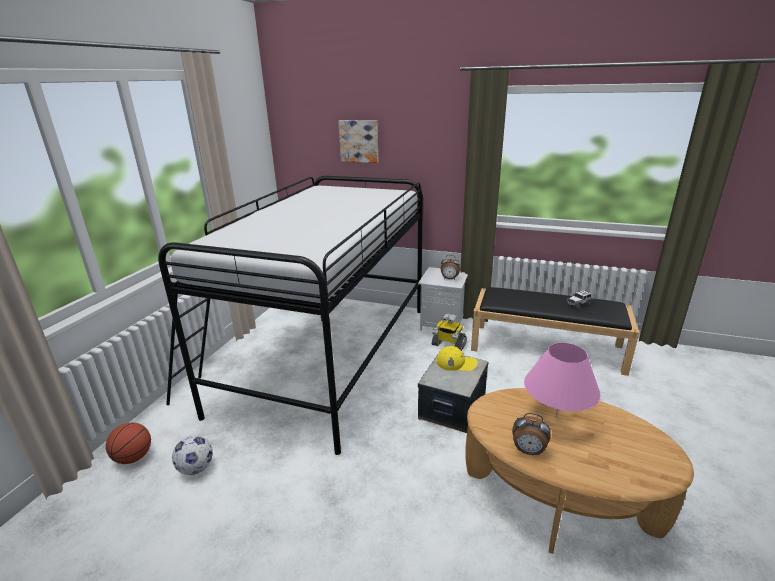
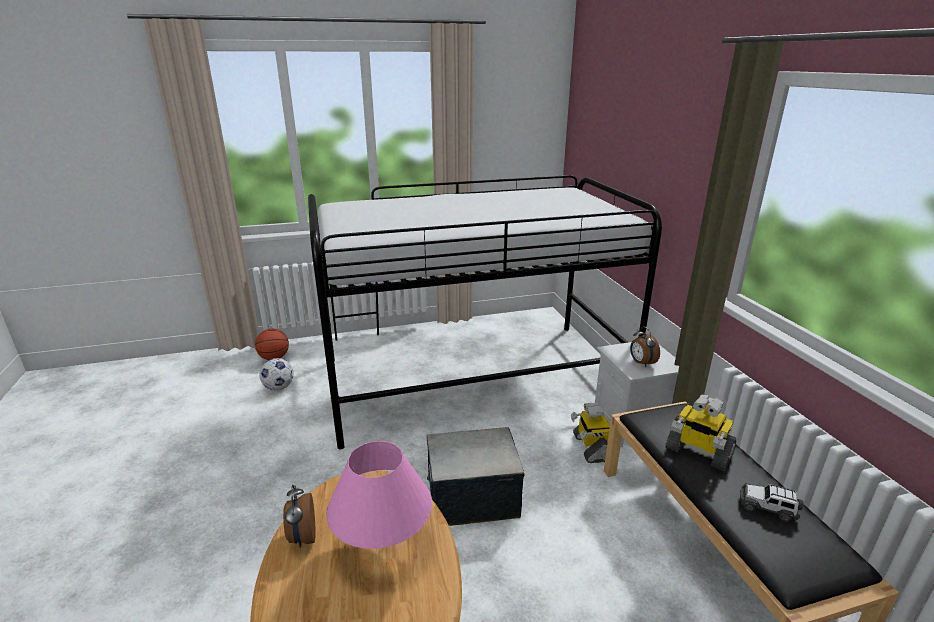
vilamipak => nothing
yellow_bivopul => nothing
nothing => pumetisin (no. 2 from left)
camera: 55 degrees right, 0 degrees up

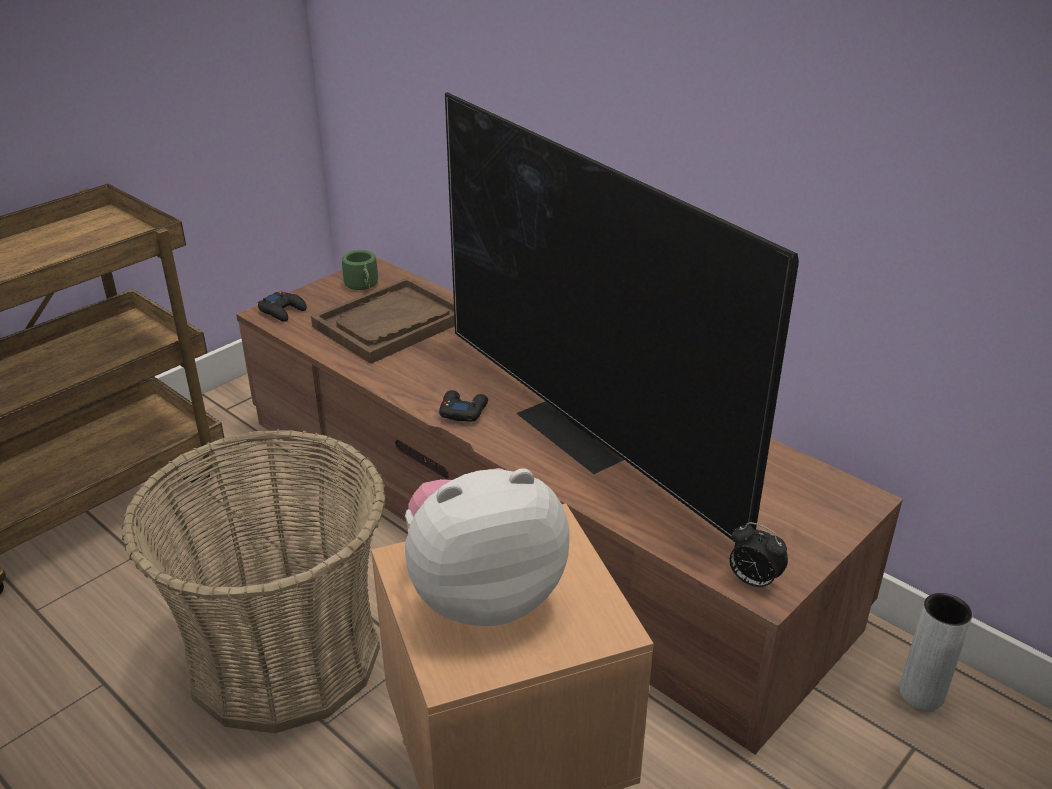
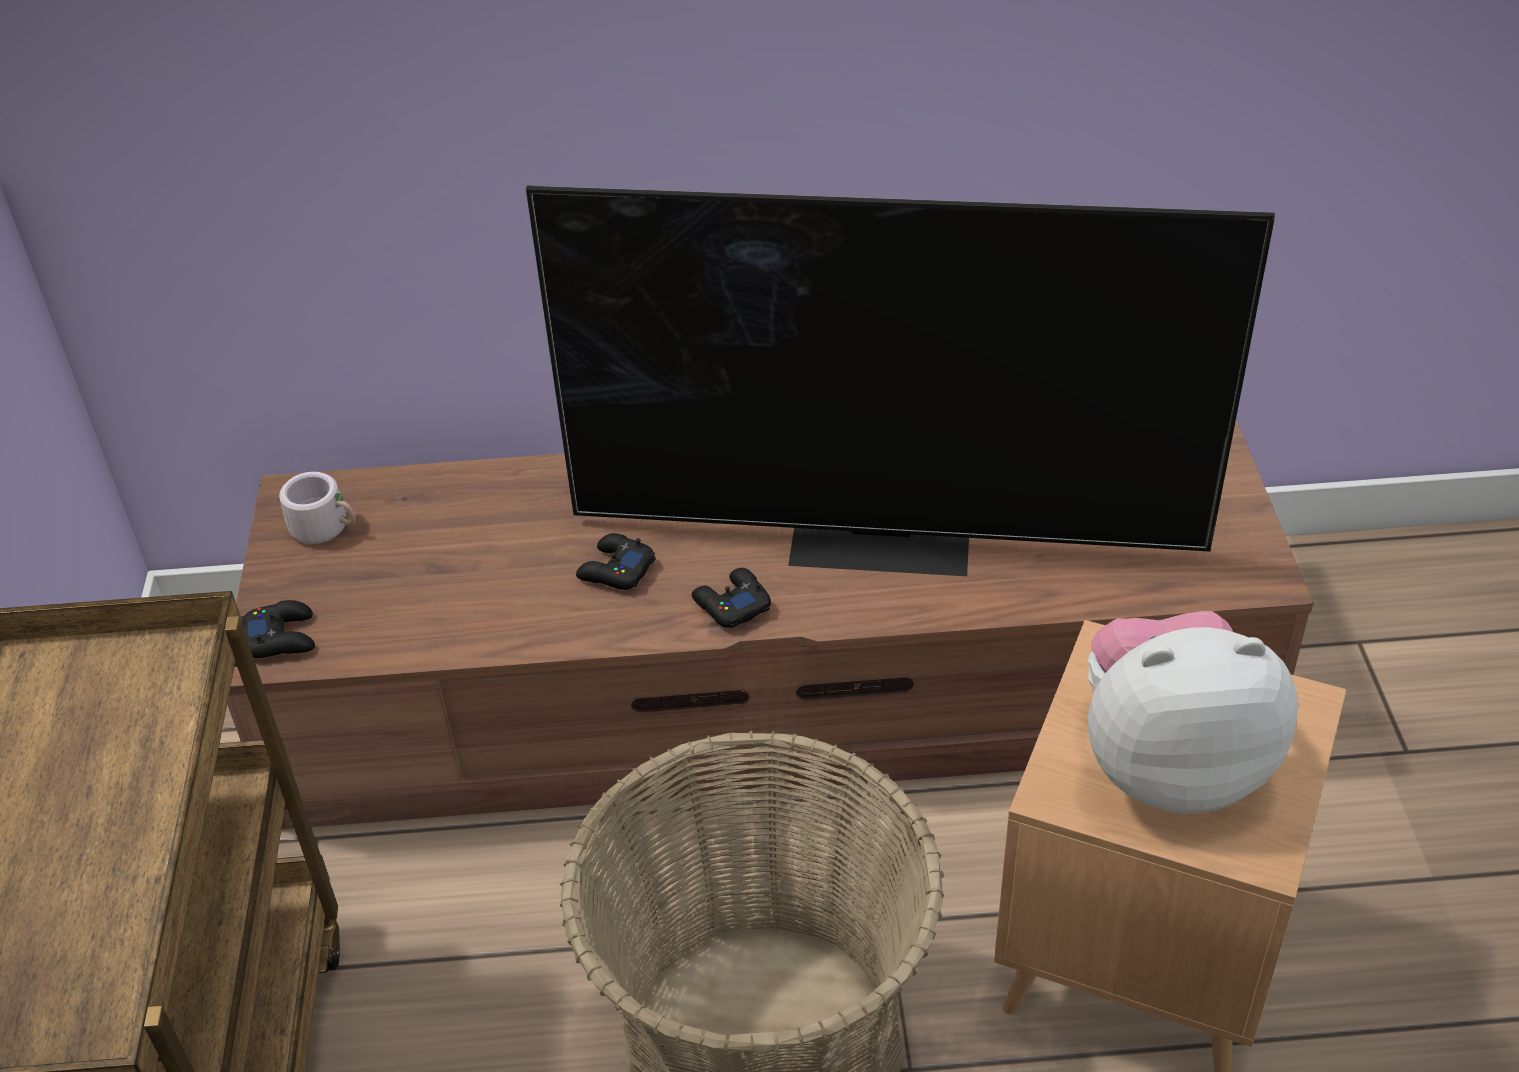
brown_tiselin => nothing
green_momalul => grey_momalul
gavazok, 60 degrees clockwise
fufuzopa => nothing
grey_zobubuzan => nothing
nothing => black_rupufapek (no. 2 from left)
camera: 45 degrees left, 10 degrees up

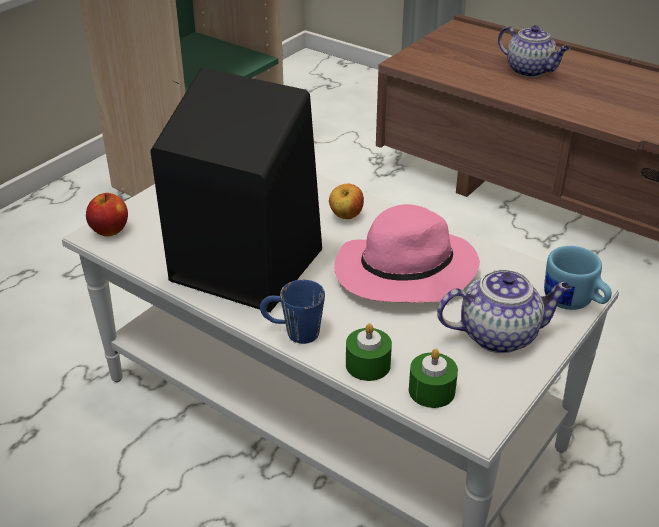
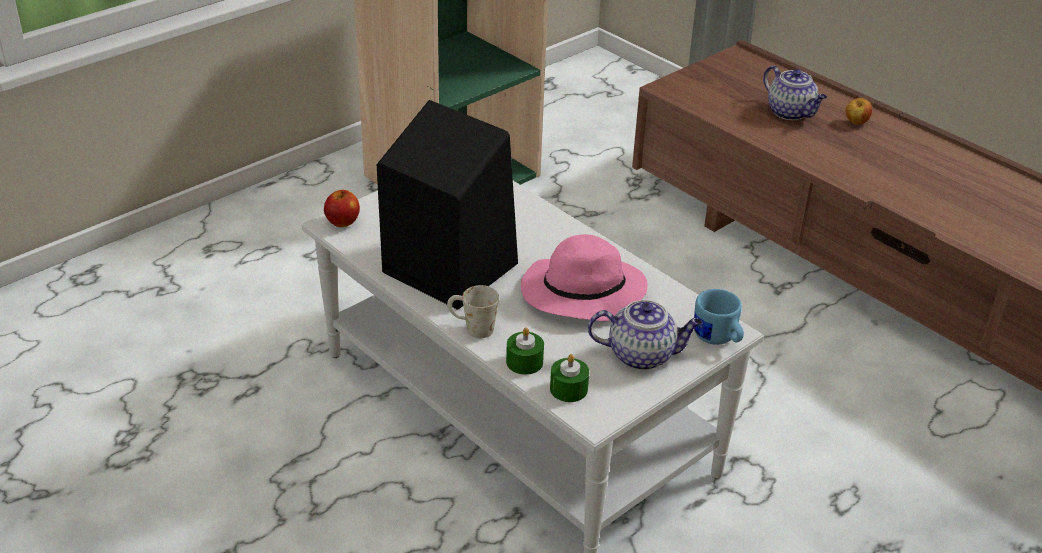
blue_momalul (no. 1 from left) => white_momalul
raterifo (no. 2 from left), relocated
camera: 10 degrees right, 0 degrees up

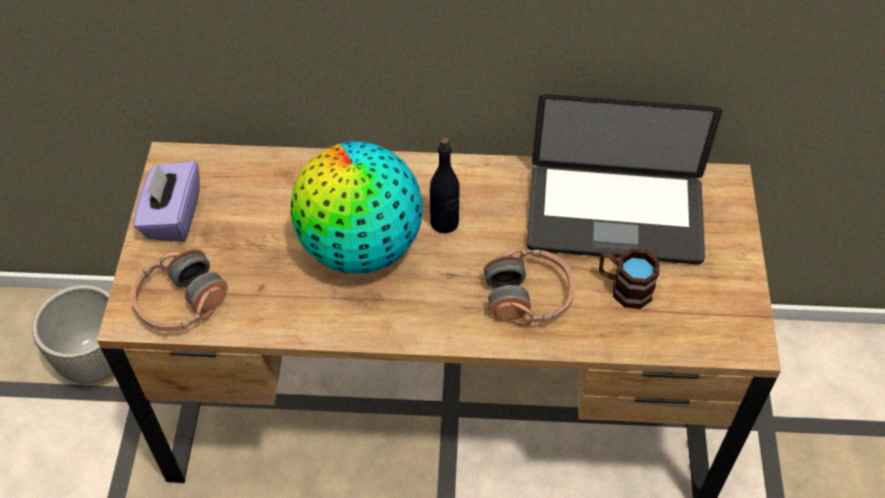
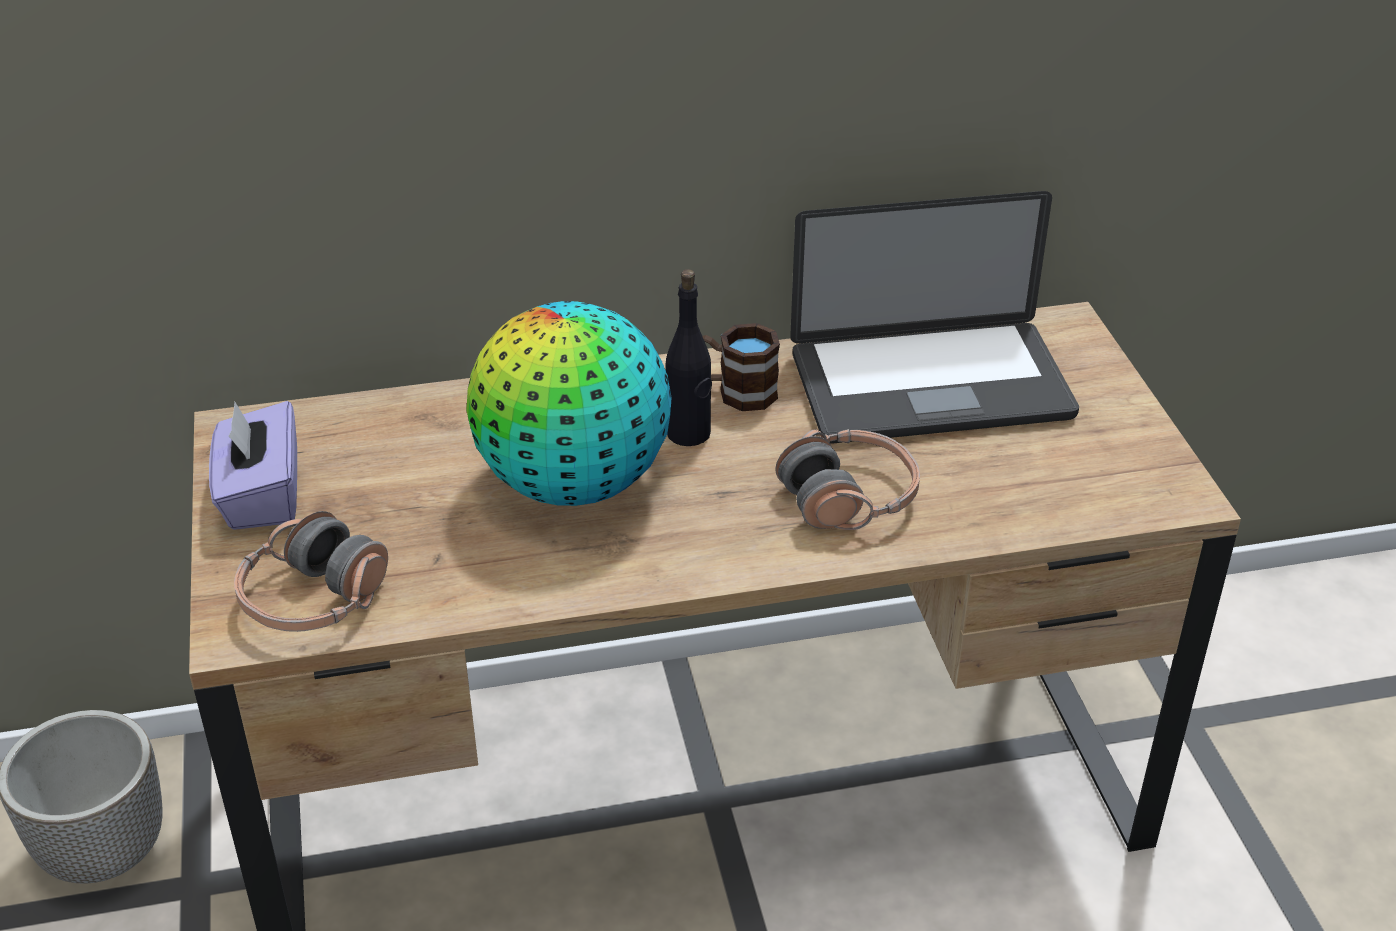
brown_momalul, relocated
camera: 15 degrees left, 15 degrees down

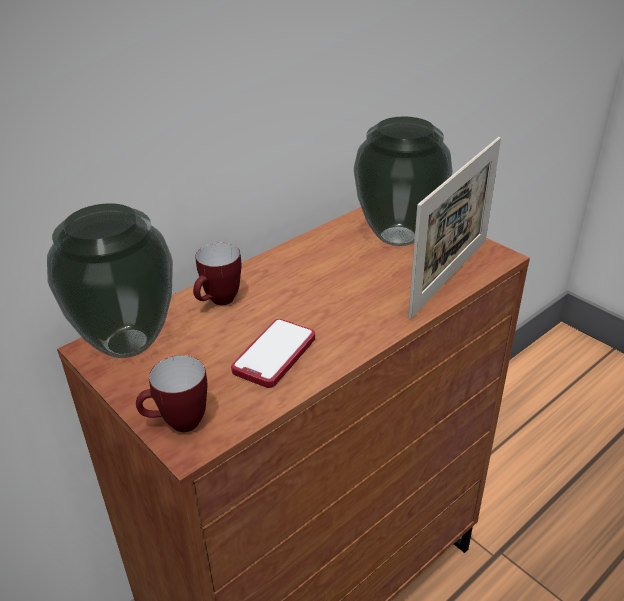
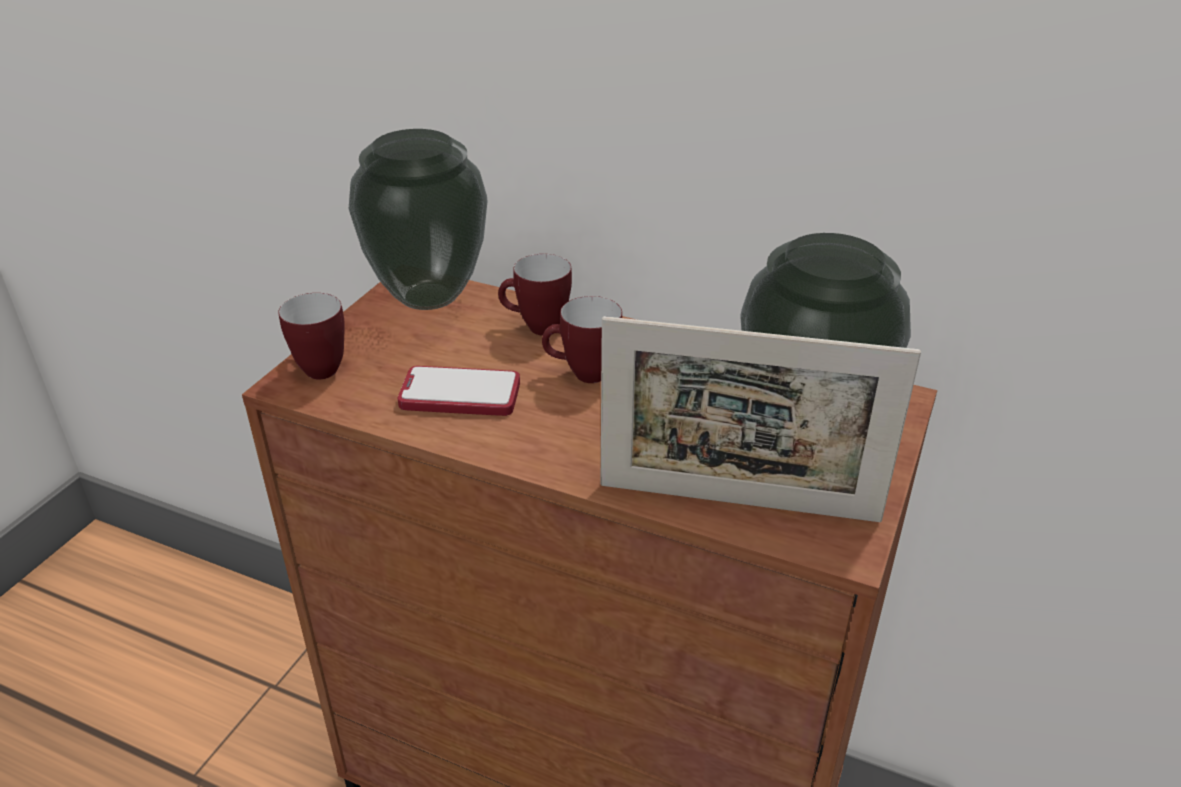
nothing => momalul (no. 3 from left)
camera: 65 degrees right, 0 degrees up

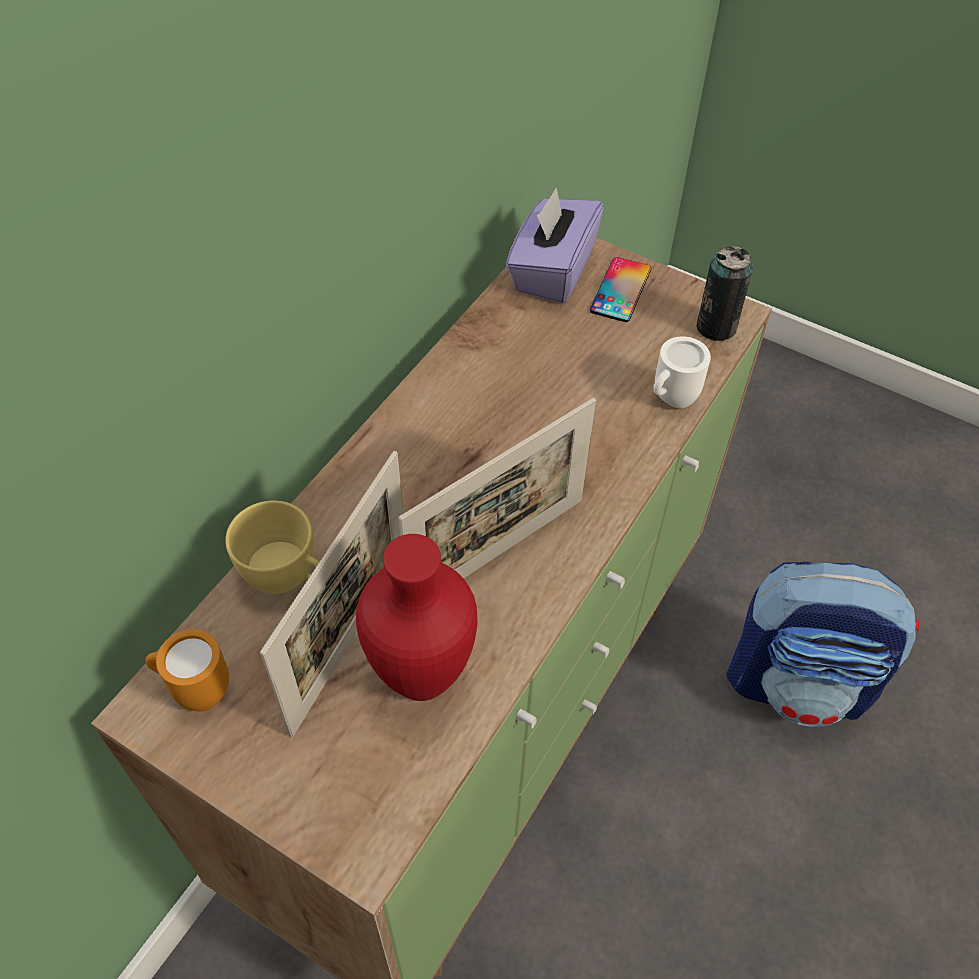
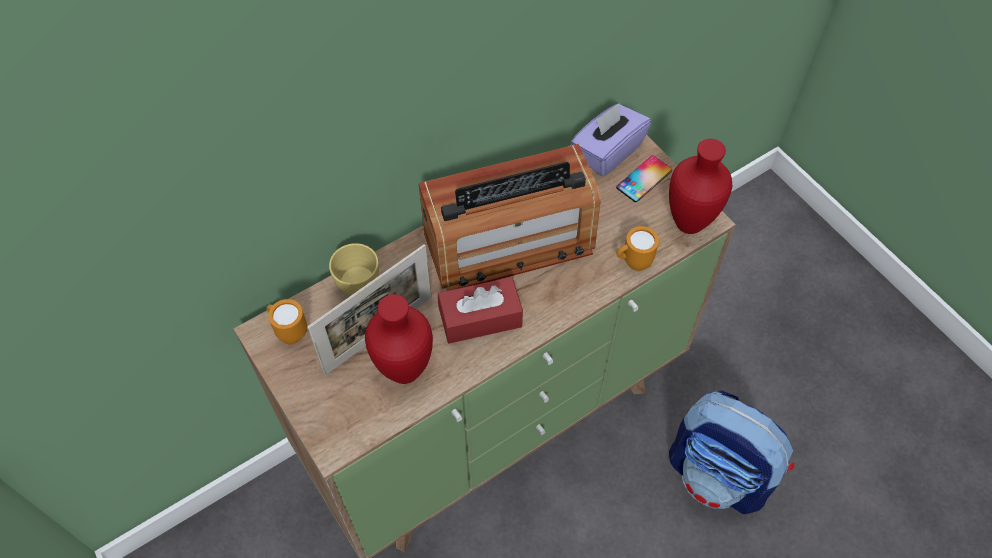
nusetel (no. 2 from left) => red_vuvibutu
white_momalul => orange_momalul (no. 2 from left)
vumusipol => red_zobubuzan (no. 2 from left)
nothing => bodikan
camera: 25 degrees right, 5 degrees up

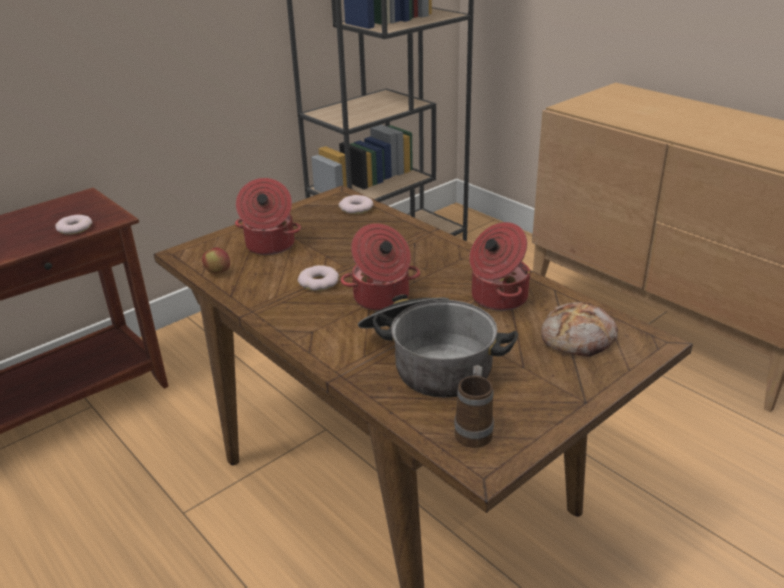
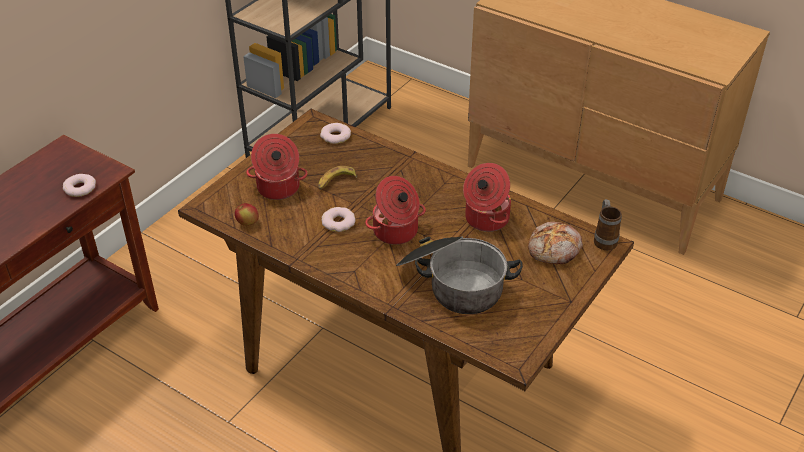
momalul, relocated
nothing => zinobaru
camera: 15 degrees left, 10 degrees up

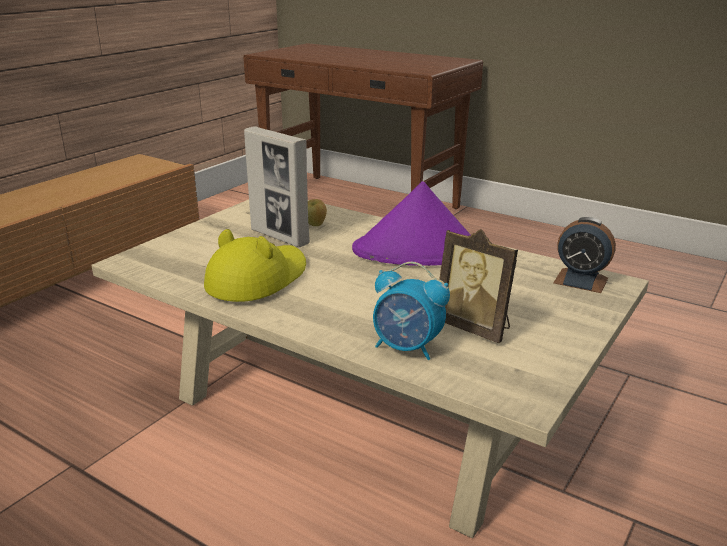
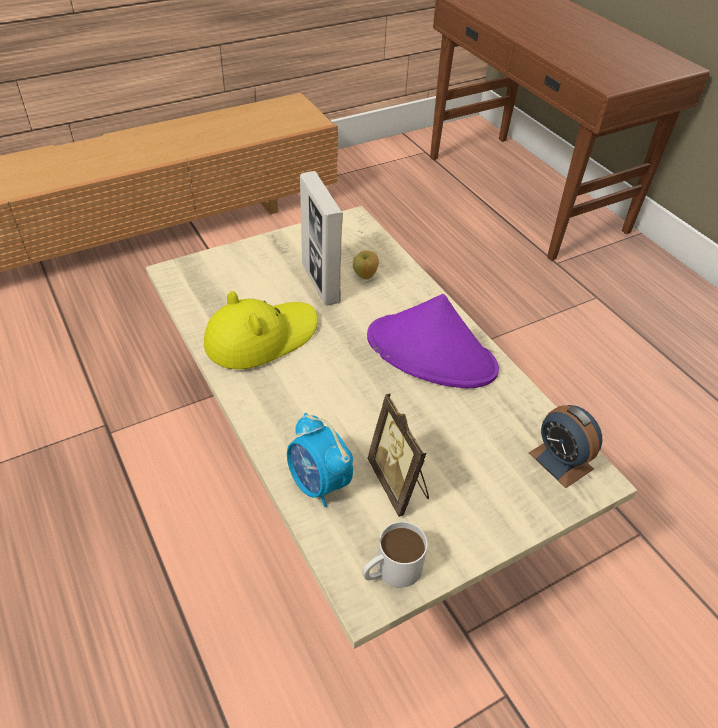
nothing => white_momalul
camera: 25 degrees right, 20 degrees up

